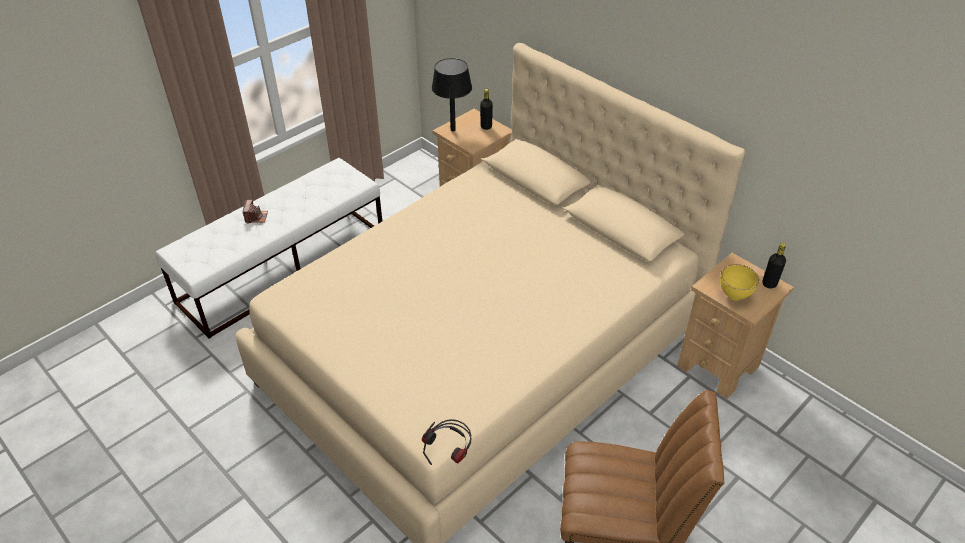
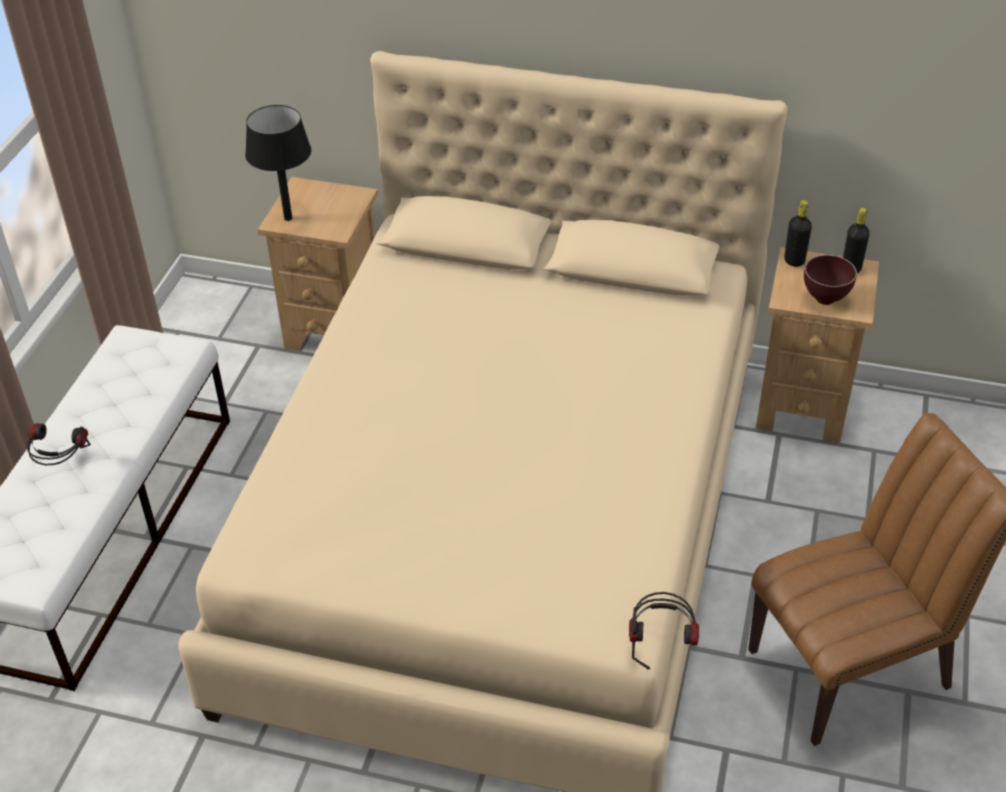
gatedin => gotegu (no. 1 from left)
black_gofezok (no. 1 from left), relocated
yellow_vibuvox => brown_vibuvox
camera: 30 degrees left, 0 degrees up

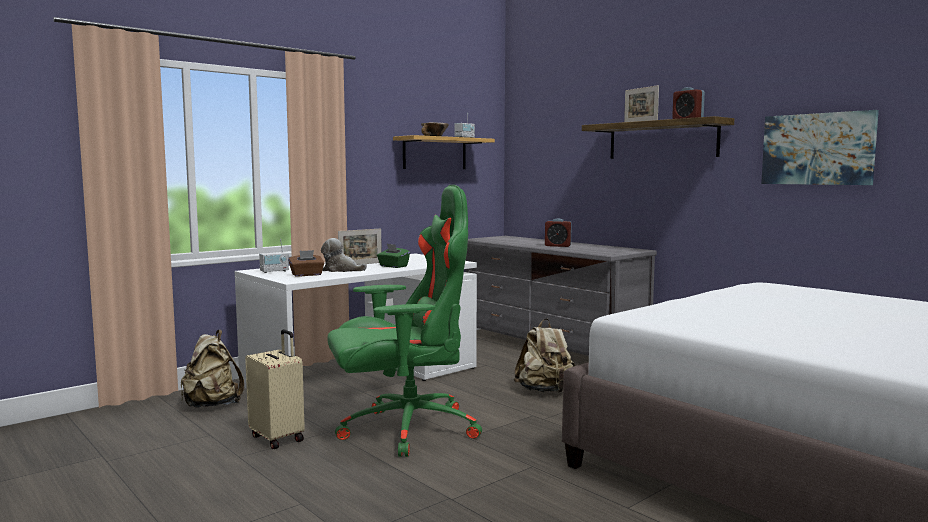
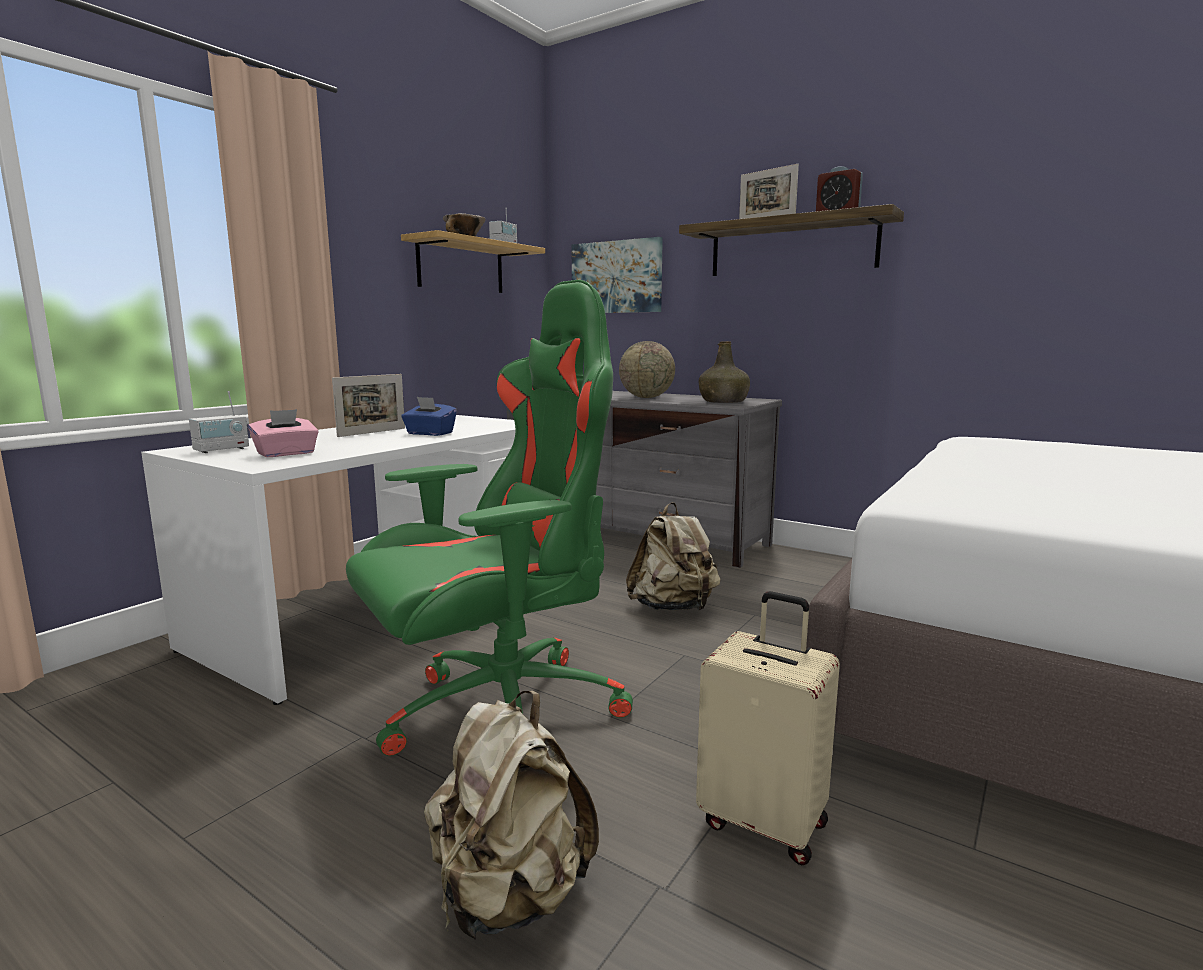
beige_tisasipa (no. 1 from left), relocated
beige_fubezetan, relocated
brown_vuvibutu => pink_vuvibutu
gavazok => nothing
green_vuvibutu => blue_vuvibutu
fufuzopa (no. 1 from left) => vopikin
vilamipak, relocated
nothing => green_gofezok
camera: 15 degrees left, 5 degrees up

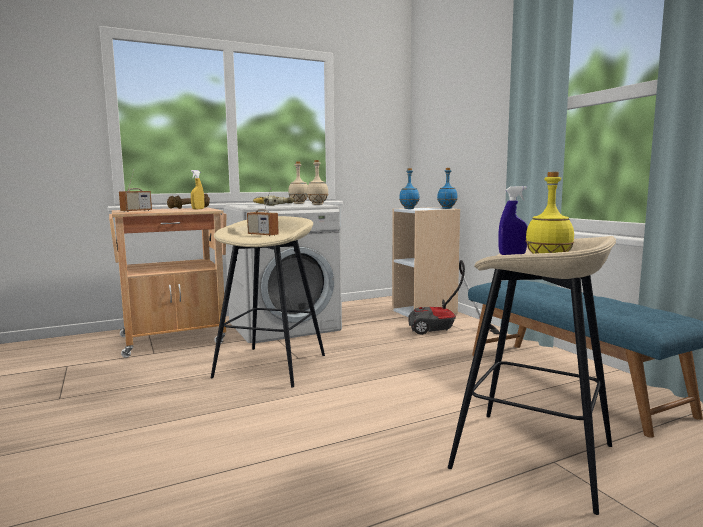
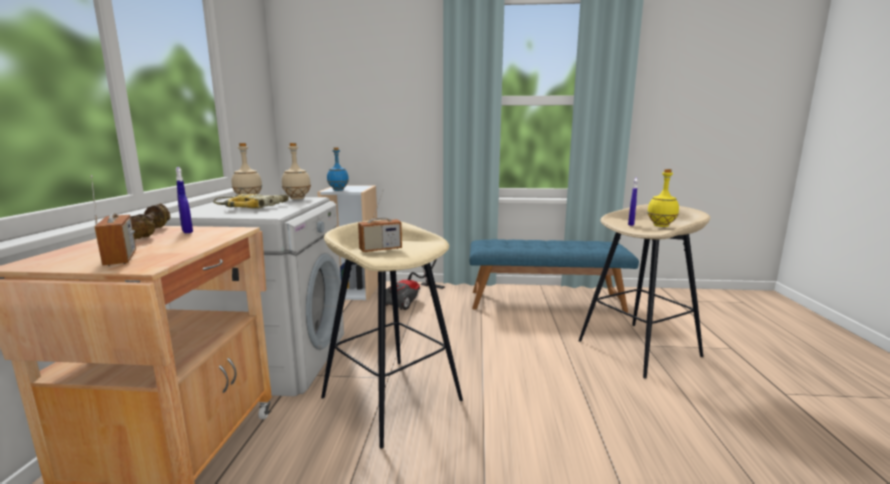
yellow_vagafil => blue_vagafil (no. 1 from left)
blue_gofezok (no. 2 from left) => nothing
camera: 60 degrees left, 5 degrees up

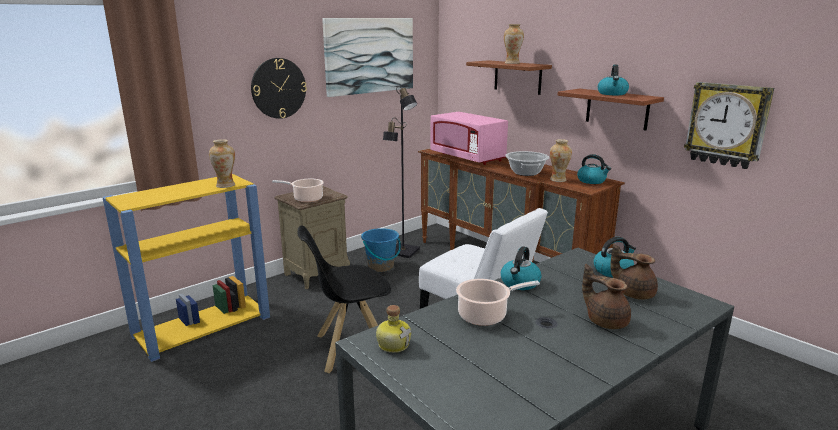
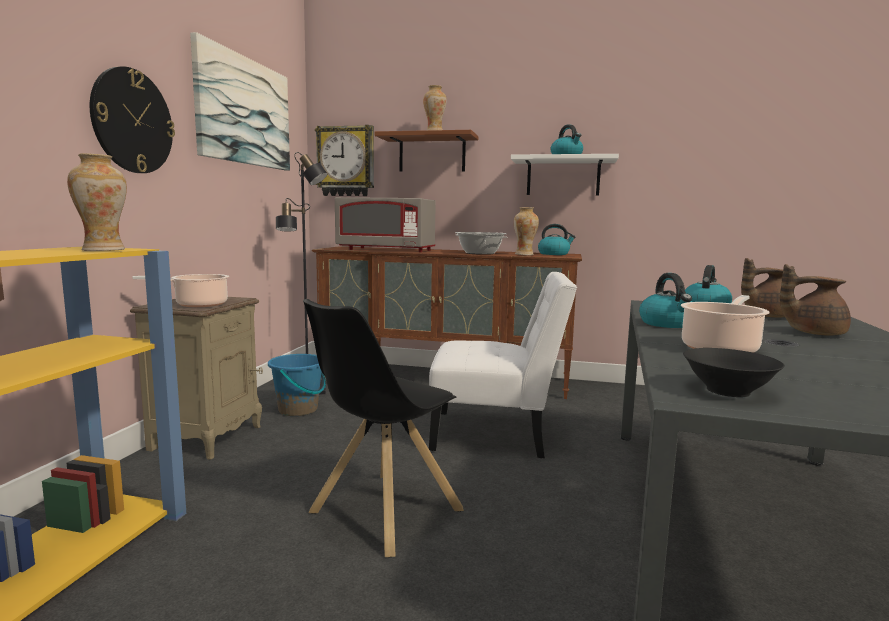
gofezok => black_vibuvox
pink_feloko => grey_feloko
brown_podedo (no. 2 from left) => white_podedo
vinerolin (no. 2 from left), relocated
camera: 35 degrees left, 10 degrees down

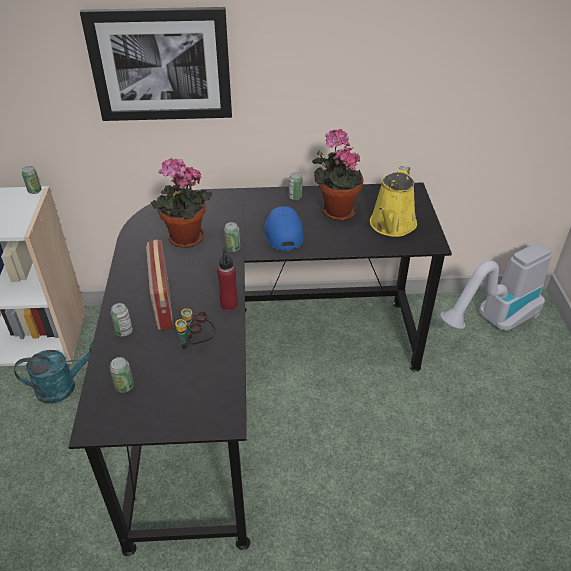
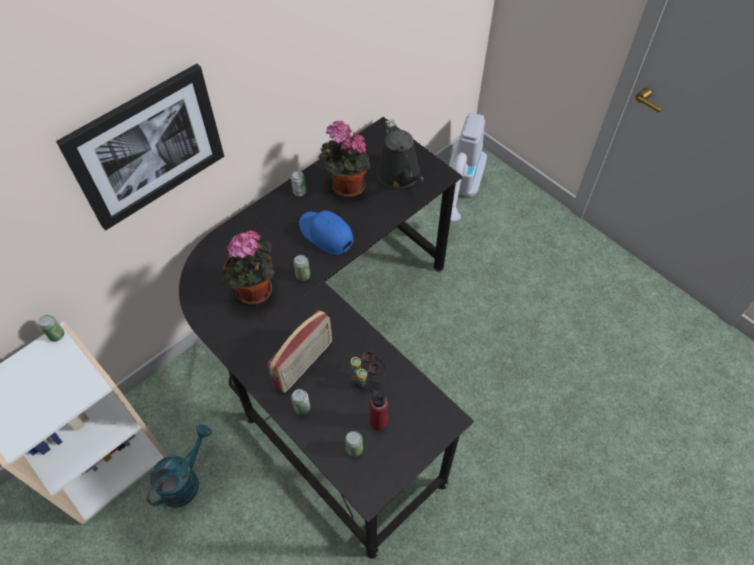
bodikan, 90 degrees counterclockwise
red_gofezok, relocated
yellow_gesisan => black_gesisan
camera: 40 degrees left, 15 degrees up

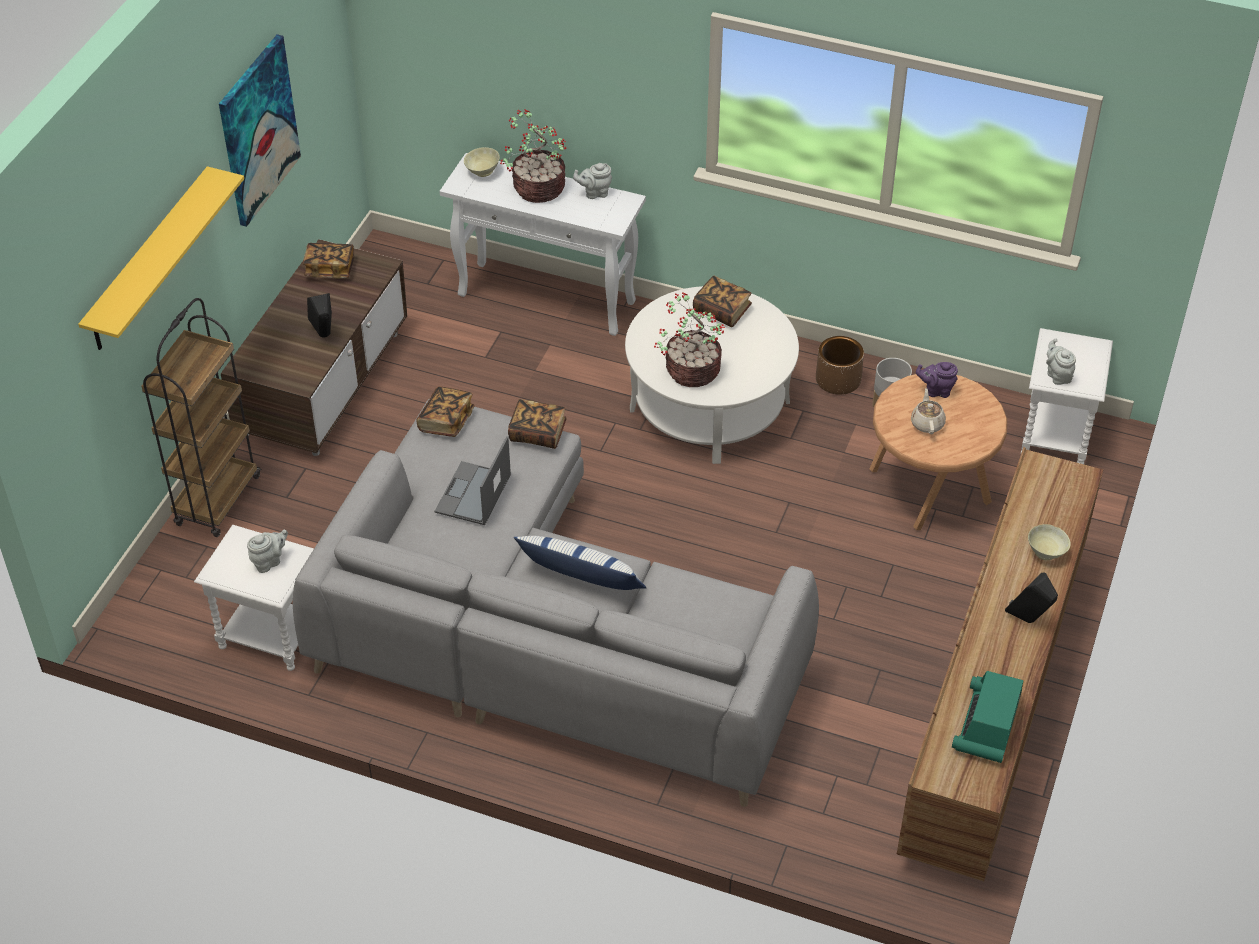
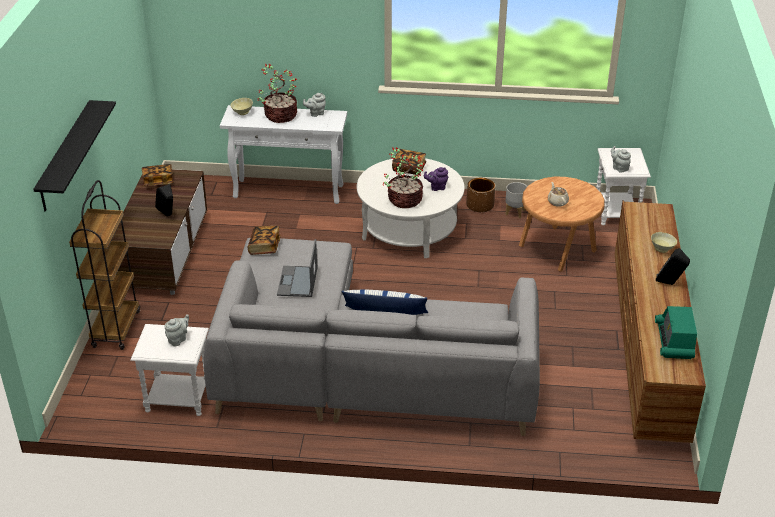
yellow_podedo => black_podedo
vilamipak => nothing
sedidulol (no. 3 from left) => nothing
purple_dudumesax, relocated
camera: 15 degrees left, 10 degrees down

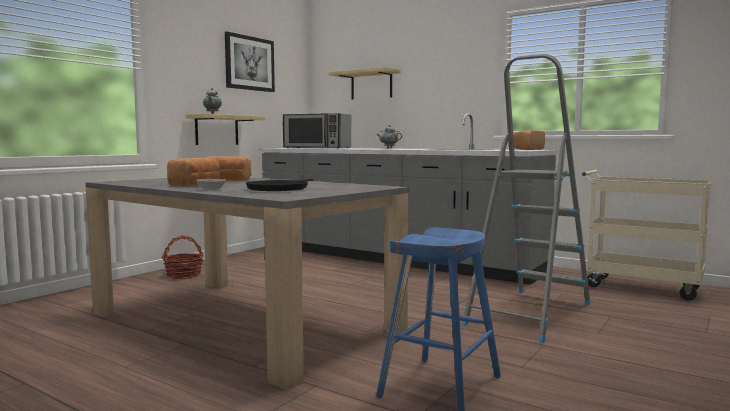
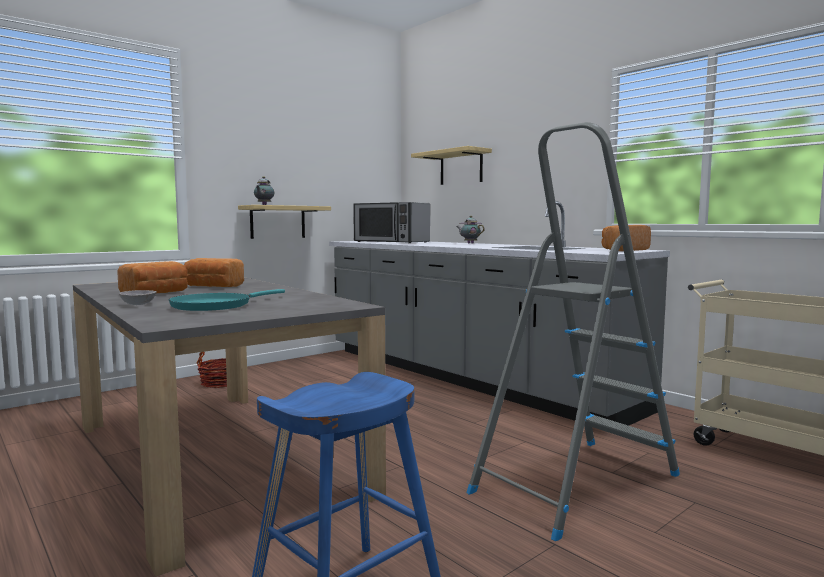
vilamipak => nothing
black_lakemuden => turquoise_lakemuden
camera: 15 degrees right, 0 degrees up

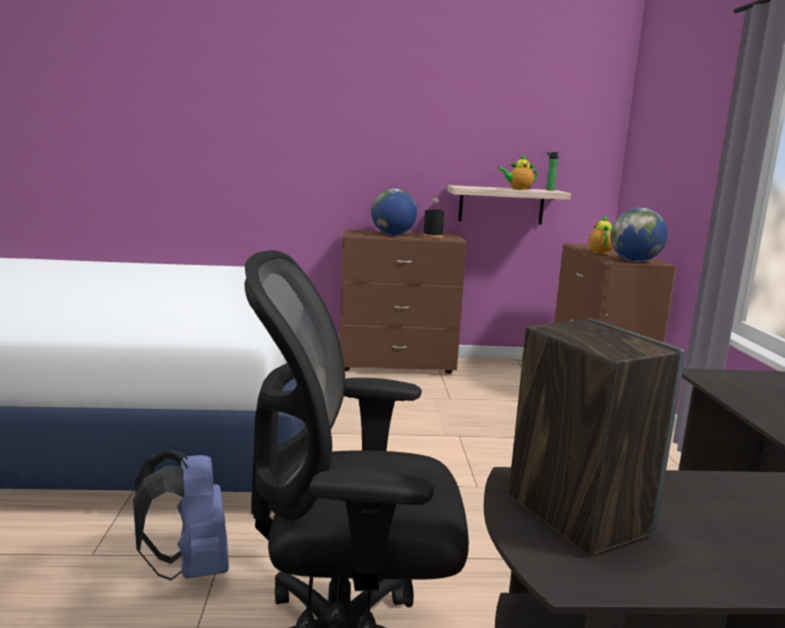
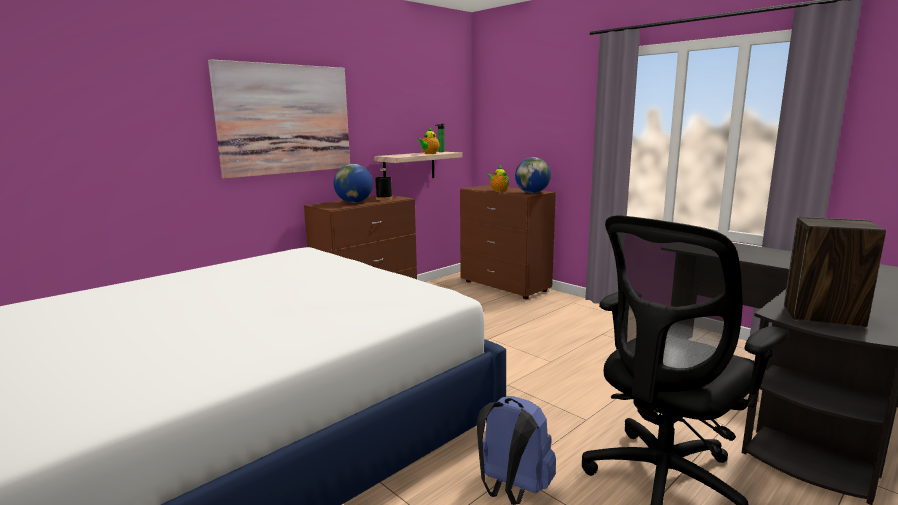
nothing => vilamipak
camera: 40 degrees left, 0 degrees up

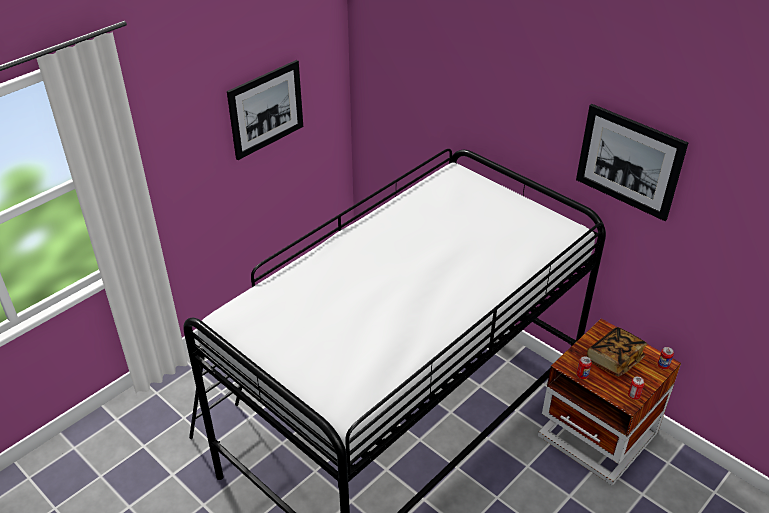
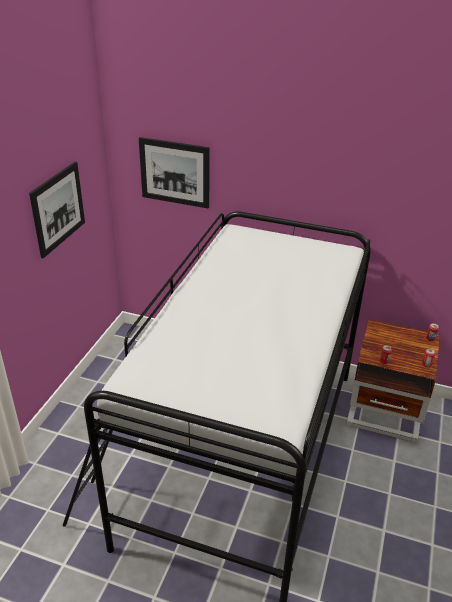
vilamipak (no. 2 from left), relocated
sedidulol => nothing
camera: 25 degrees left, 5 degrees down

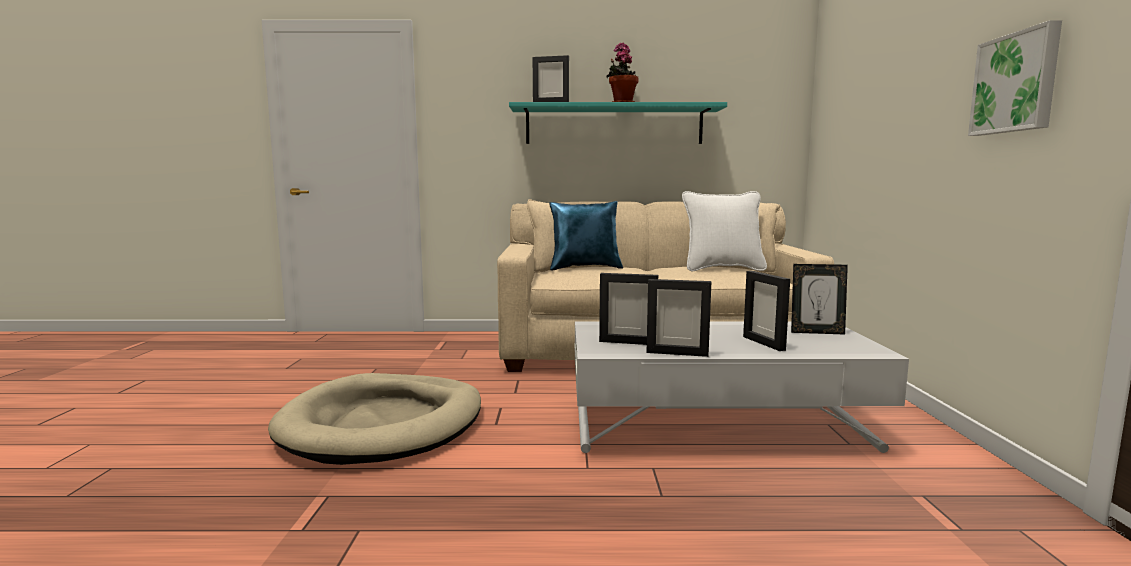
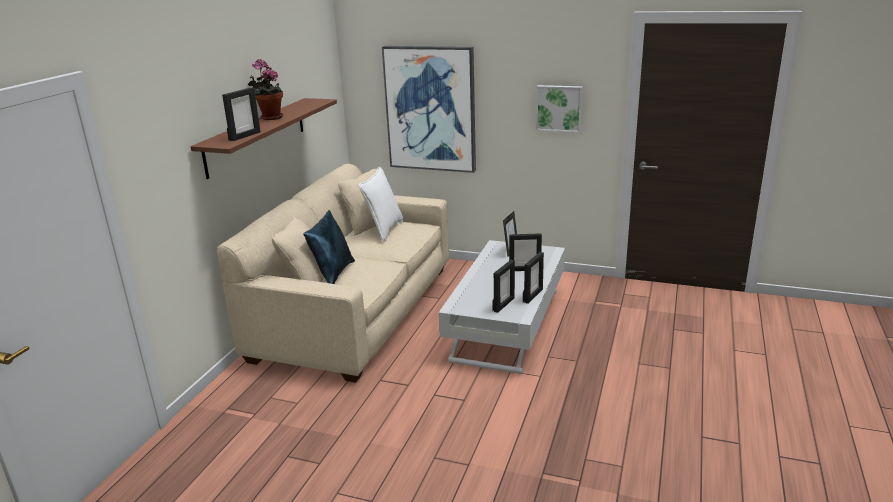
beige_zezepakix => nothing
turquoise_podedo => brown_podedo
nothing => vilamipak (no. 1 from left)
camera: 70 degrees left, 15 degrees up

